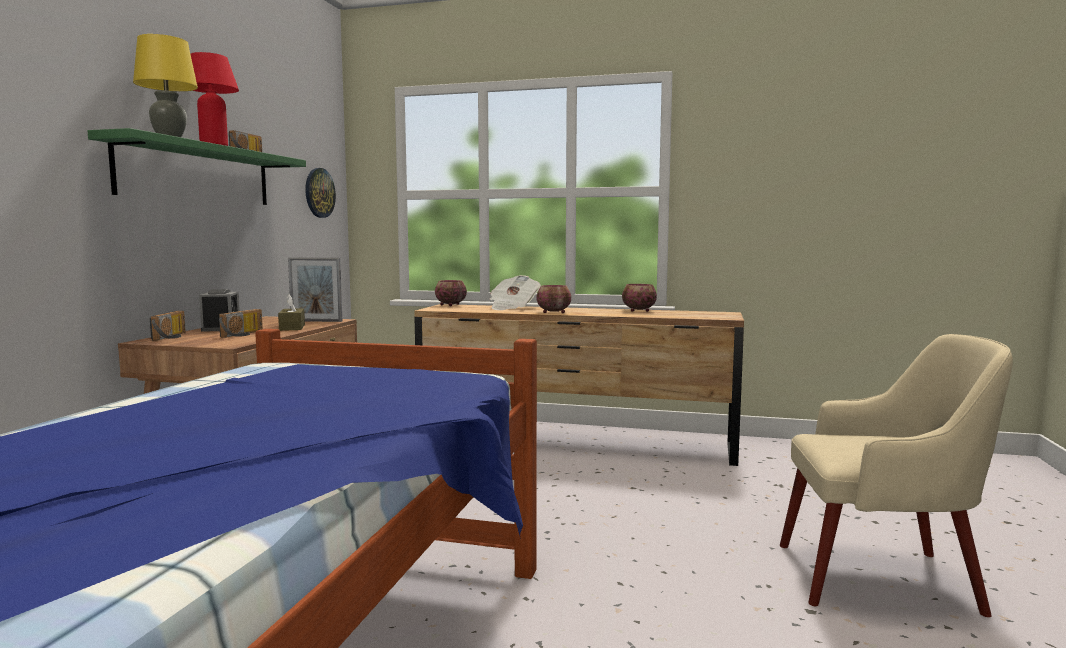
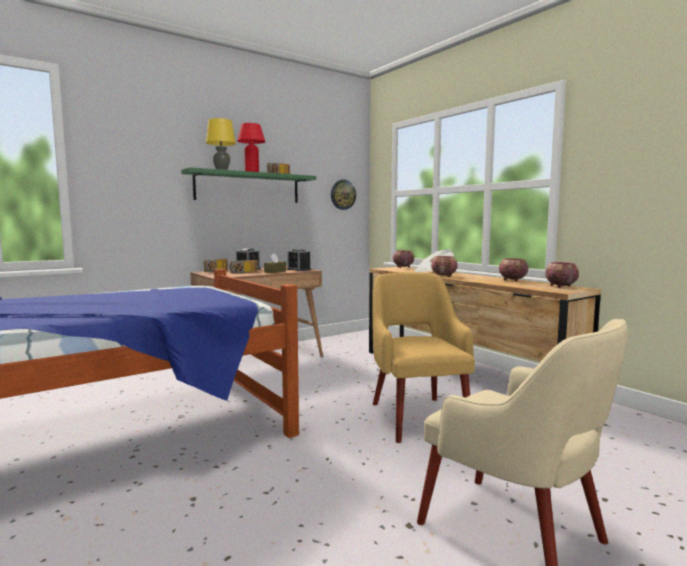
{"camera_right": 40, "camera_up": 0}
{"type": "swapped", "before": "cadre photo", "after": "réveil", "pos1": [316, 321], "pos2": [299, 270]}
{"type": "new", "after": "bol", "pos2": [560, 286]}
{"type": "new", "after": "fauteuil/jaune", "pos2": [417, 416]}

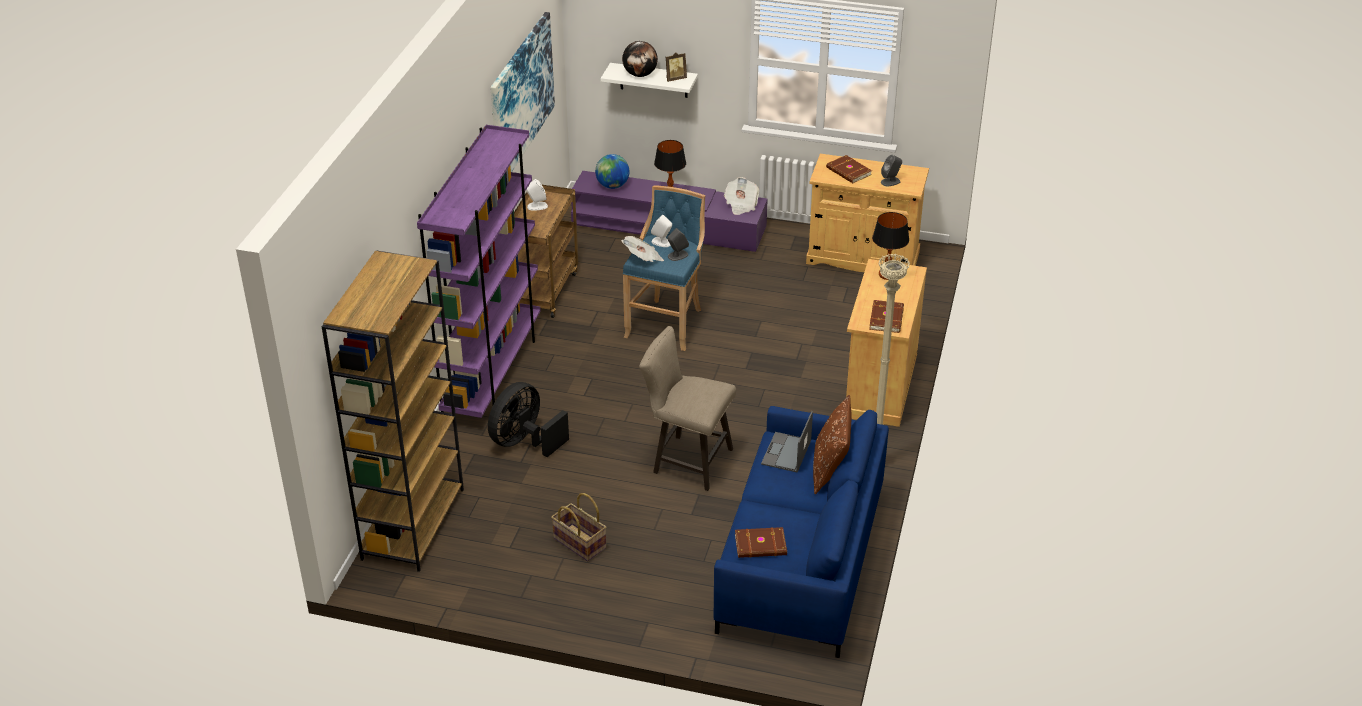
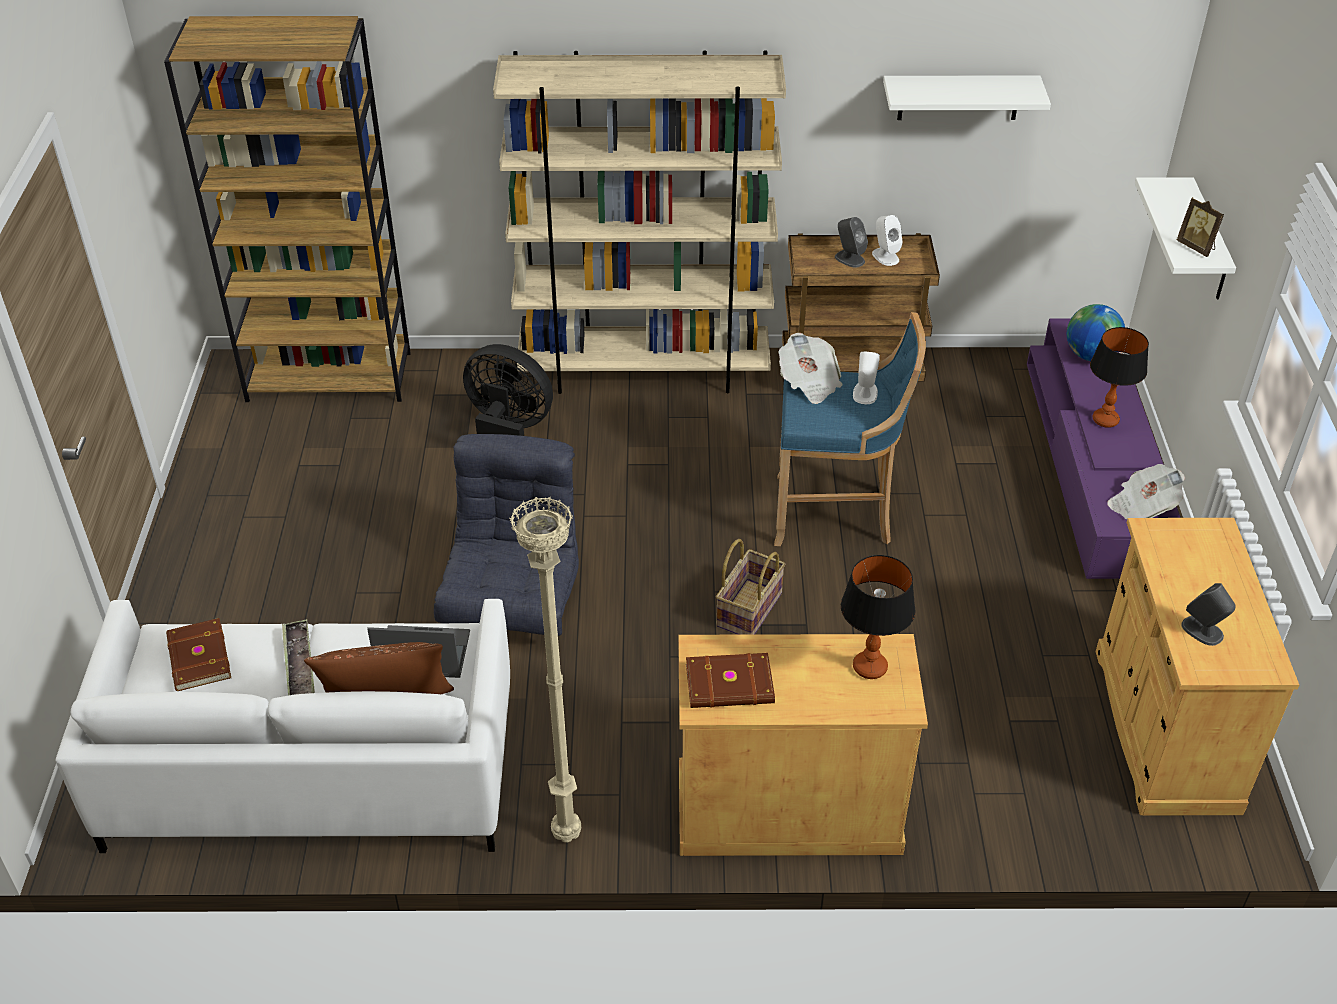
{"camera_right": 75, "camera_up": 5}
{"type": "swapped", "before": "tableau", "after": "étagère/blanc", "pos1": [521, 96], "pos2": [959, 97]}
{"type": "gone", "before": "globe", "pos1": [640, 75]}
{"type": "repainted", "before": "bibliothèque/violet", "after": "bibliothèque/beige", "pos1": [492, 372], "pos2": [644, 371]}
{"type": "gone", "before": "livre/marron", "pos1": [848, 171]}
{"type": "shifted", "before": "enceinte/gris", "pos1": [677, 255], "pos2": [849, 259]}
{"type": "swapped", "before": "tabouret/beige", "after": "fauteuil/gris", "pos1": [687, 460], "pos2": [514, 598]}
{"type": "repainted", "before": "canapé/bleu", "after": "canapé/blanc", "pos1": [800, 559], "pos2": [313, 769]}
{"type": "shifted", "before": "panier", "pos1": [579, 543], "pos2": [748, 609]}
{"type": "new", "after": "plateau", "pos2": [299, 667]}

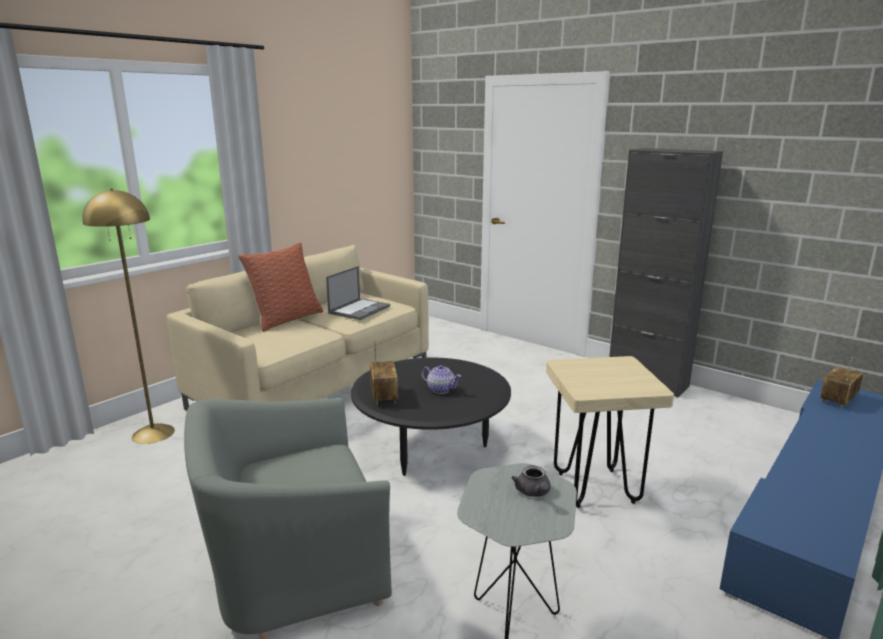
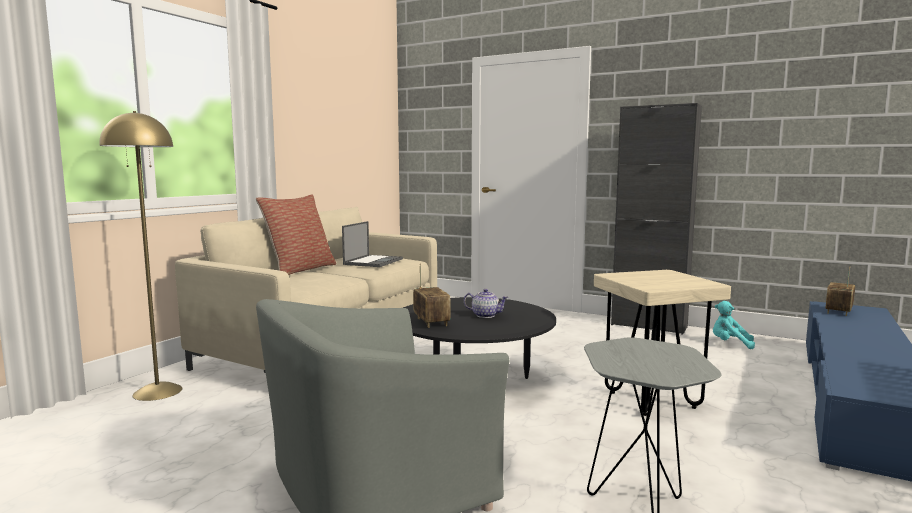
{"camera_right": -10, "camera_up": -10}
{"type": "gone", "before": "théière/gris", "pos1": [533, 493]}
{"type": "new", "after": "peluche/turquoise", "pos2": [730, 344]}

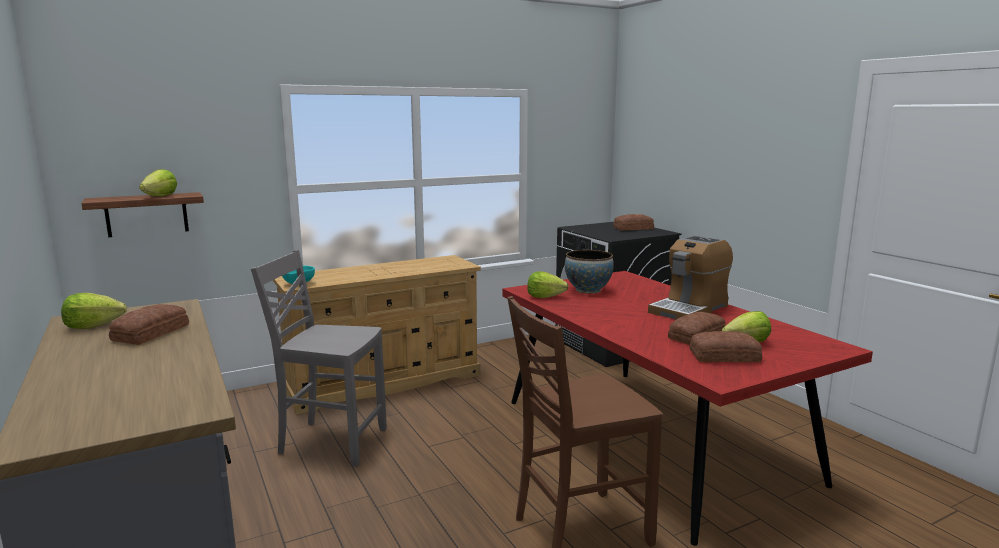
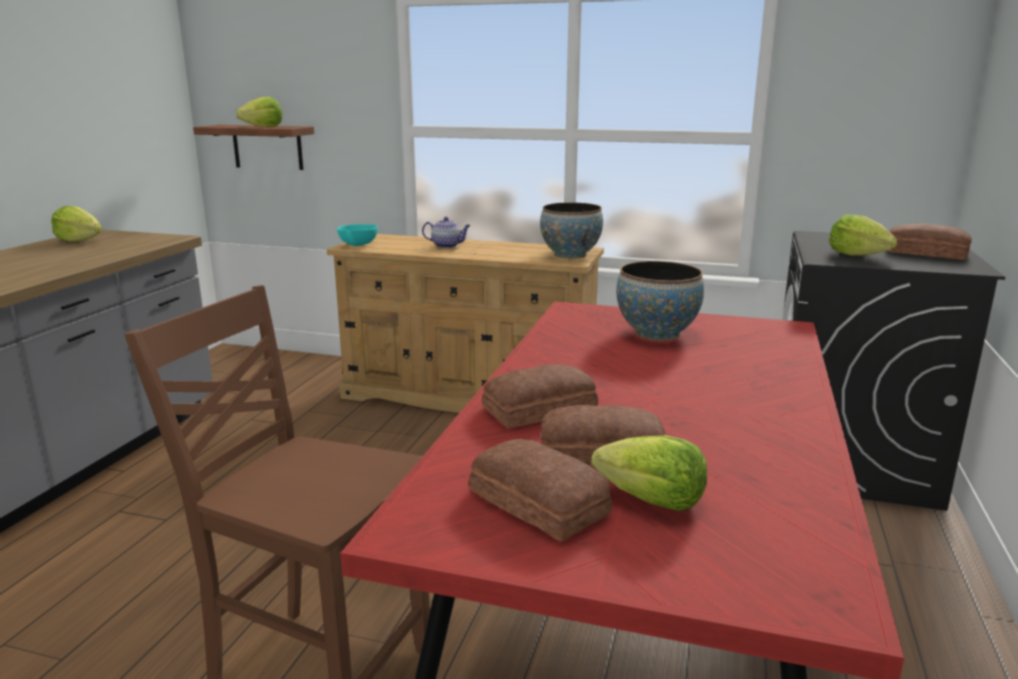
{"camera_right": 45, "camera_up": 5}
{"type": "gone", "before": "machine à café", "pos1": [689, 309]}
{"type": "gone", "before": "chaise/gris", "pos1": [331, 441]}
{"type": "shifted", "before": "laitue", "pos1": [544, 297], "pos2": [857, 255]}
{"type": "shifted", "before": "pain", "pos1": [153, 333], "pos2": [541, 409]}
{"type": "new", "after": "bol", "pos2": [570, 255]}
{"type": "new", "after": "théière", "pos2": [447, 246]}

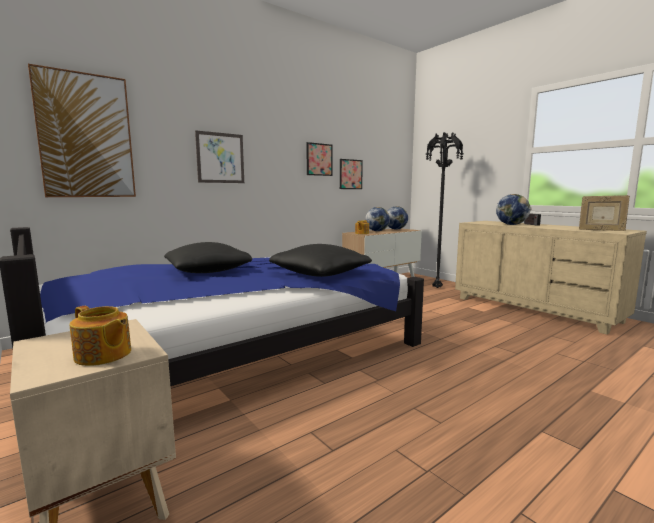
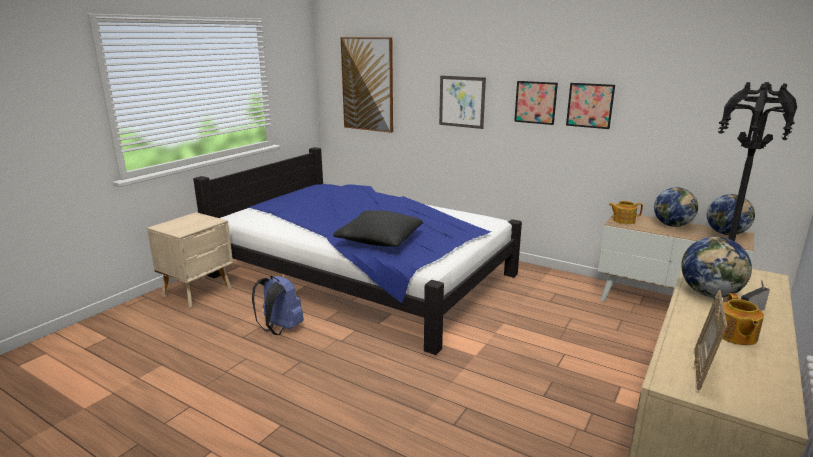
{"camera_right": 70, "camera_up": 10}
{"type": "shifted", "before": "tableau", "pos1": [350, 174], "pos2": [535, 102]}
{"type": "gone", "before": "coussin/noir", "pos1": [208, 271]}
{"type": "shifted", "before": "théière", "pos1": [103, 355], "pos2": [735, 335]}
{"type": "new", "after": "sac à dos/bleu", "pos2": [280, 329]}

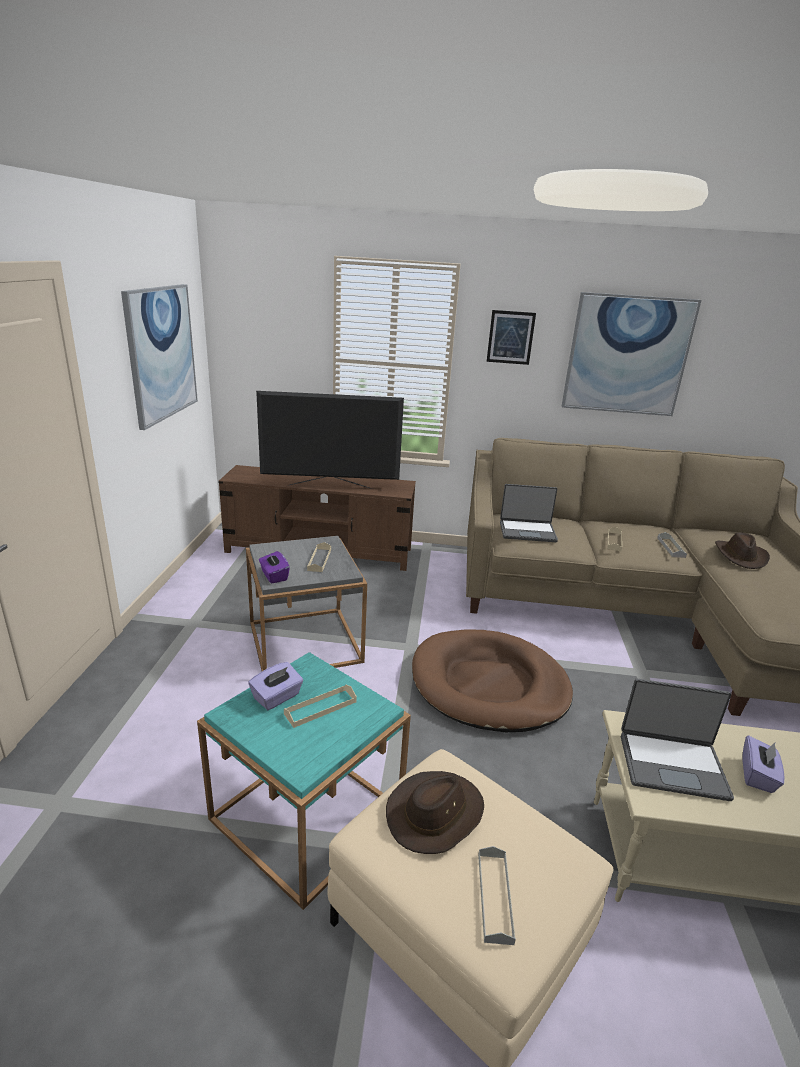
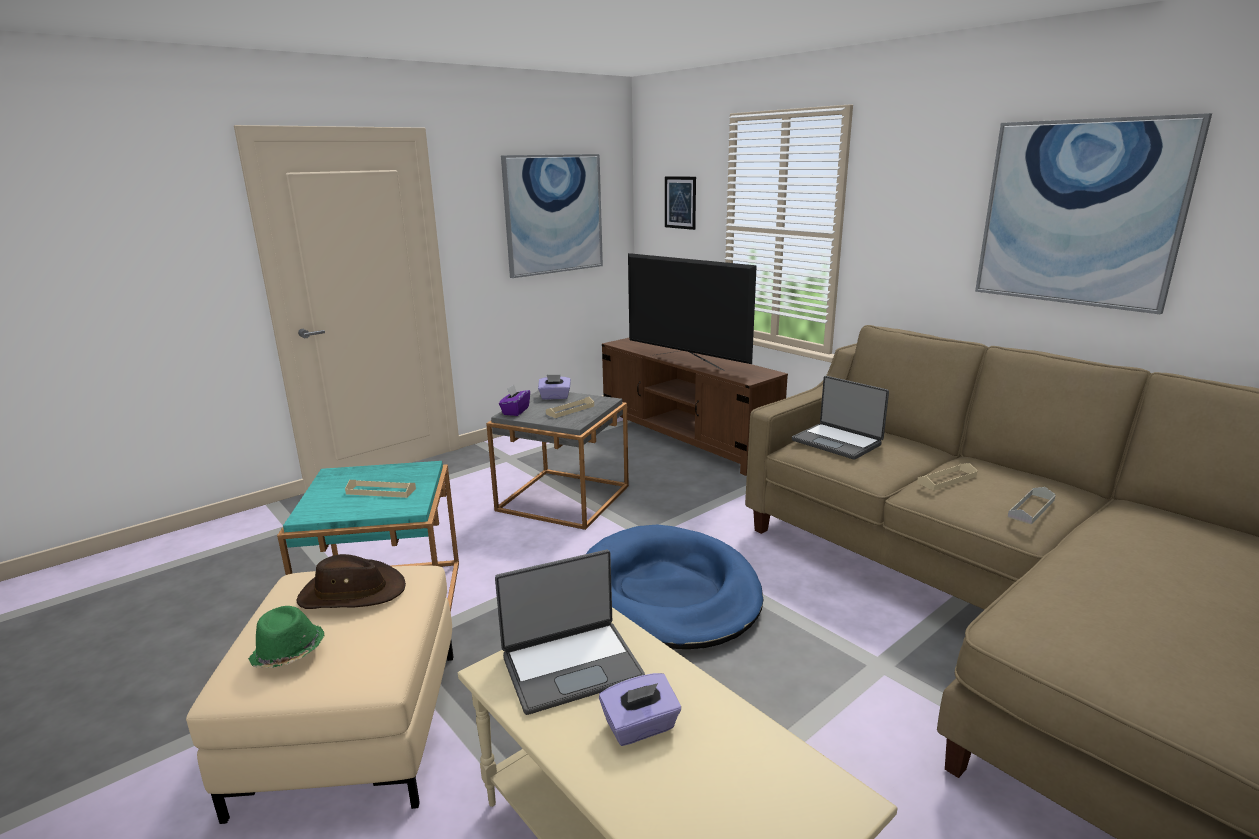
{"camera_right": 45, "camera_up": -5}
{"type": "shifted", "before": "tableau", "pos1": [510, 337], "pos2": [680, 202]}
{"type": "gone", "before": "chapeau/marron", "pos1": [741, 556]}
{"type": "repainted", "before": "panier pour chien/marron", "after": "panier pour chien/bleu", "pos1": [489, 685], "pos2": [669, 592]}
{"type": "shifted", "before": "boîte à mouchoirs/violet", "pos1": [277, 697], "pos2": [555, 397]}
{"type": "rotated", "before": "ordinateur portable", "pos1": [672, 764], "pos2": [571, 666], "turn": -75}
{"type": "swapped", "before": "plateau/gris", "after": "chapeau/vert", "pos1": [495, 897], "pos2": [288, 653]}

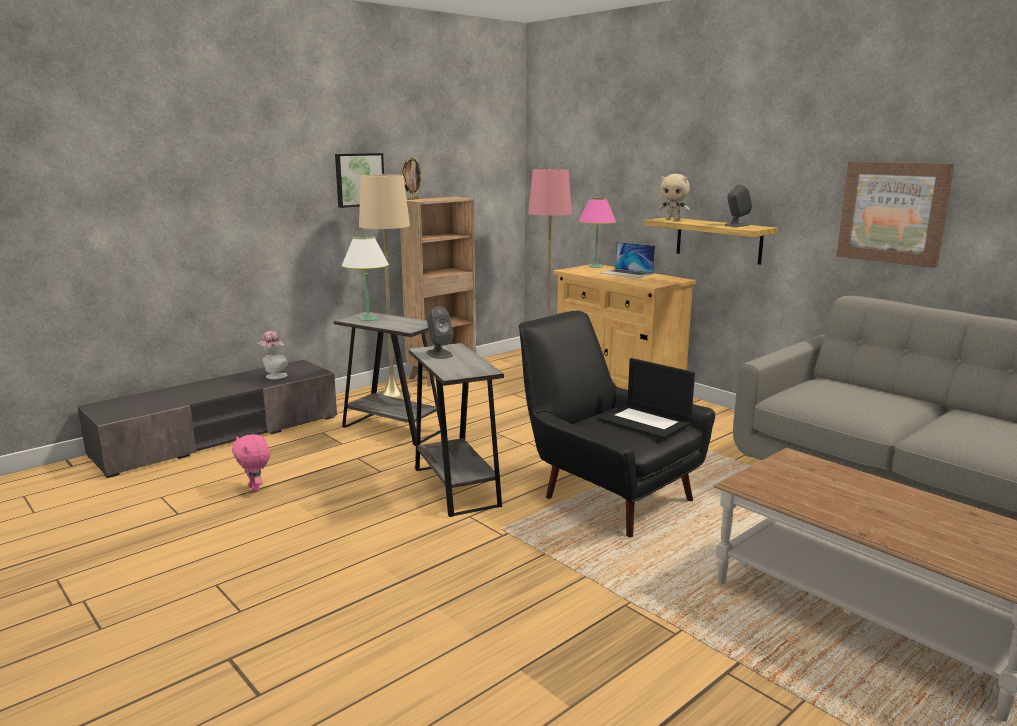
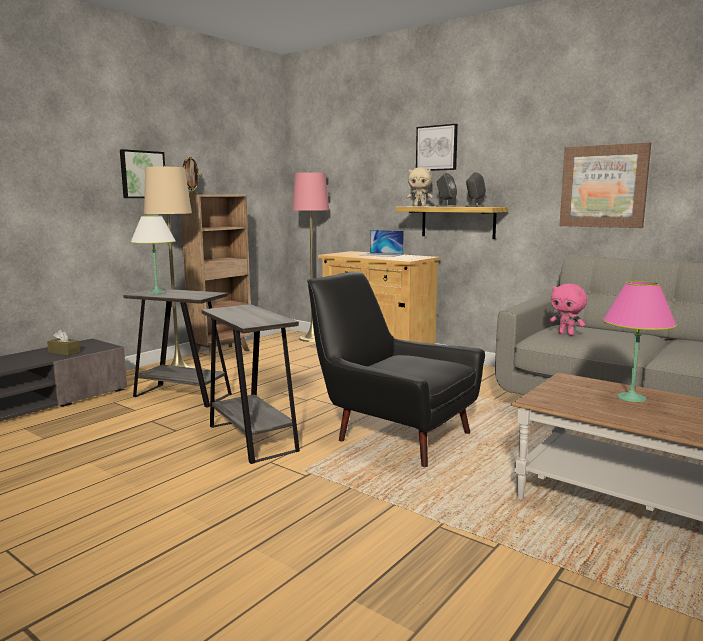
{"camera_right": -10, "camera_up": -5}
{"type": "shifted", "before": "lampe de table/rose", "pos1": [595, 266], "pos2": [631, 398]}
{"type": "shifted", "before": "enceinte/gris", "pos1": [439, 354], "pos2": [445, 206]}
{"type": "swapped", "before": "chapeau", "after": "boîte à mouchoirs/marron", "pos1": [274, 377], "pos2": [64, 352]}
{"type": "gone", "before": "ordinateur portable", "pos1": [646, 422]}
{"type": "shifted", "before": "peluche/rose", "pos1": [255, 489], "pos2": [566, 334]}
{"type": "new", "after": "tableau", "pos2": [437, 148]}

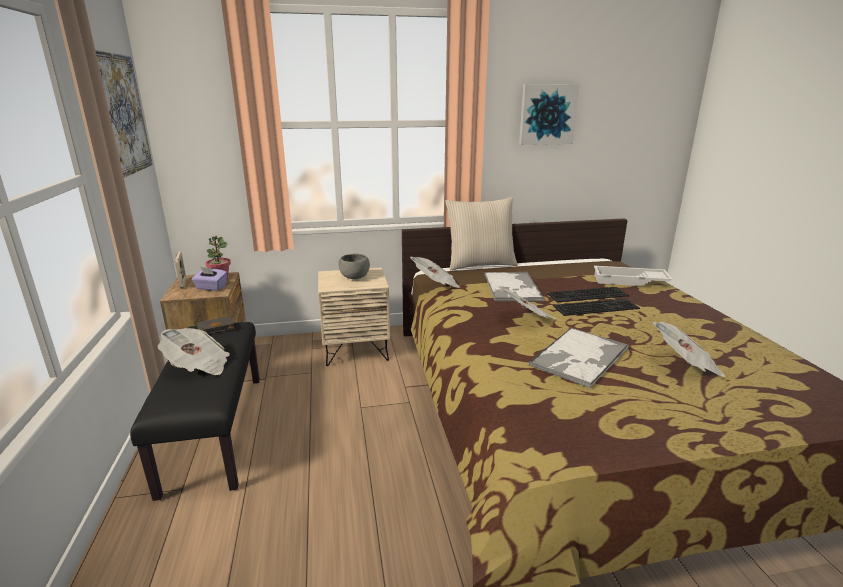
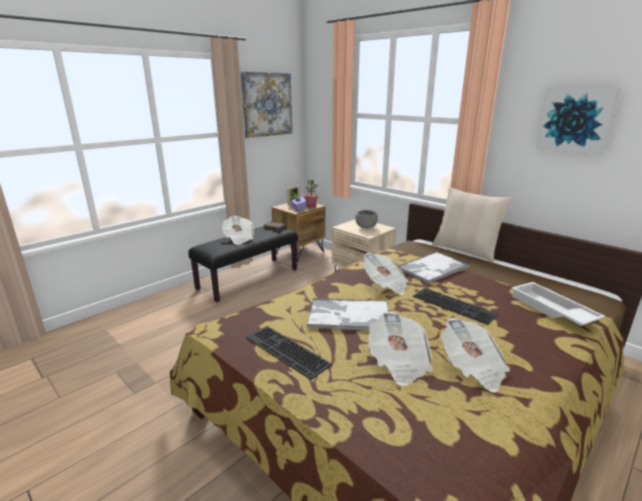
{"camera_right": 55, "camera_up": 0}
{"type": "shifted", "before": "journal", "pos1": [435, 284], "pos2": [472, 368]}
{"type": "shifted", "before": "clavier", "pos1": [587, 295], "pos2": [284, 351]}

